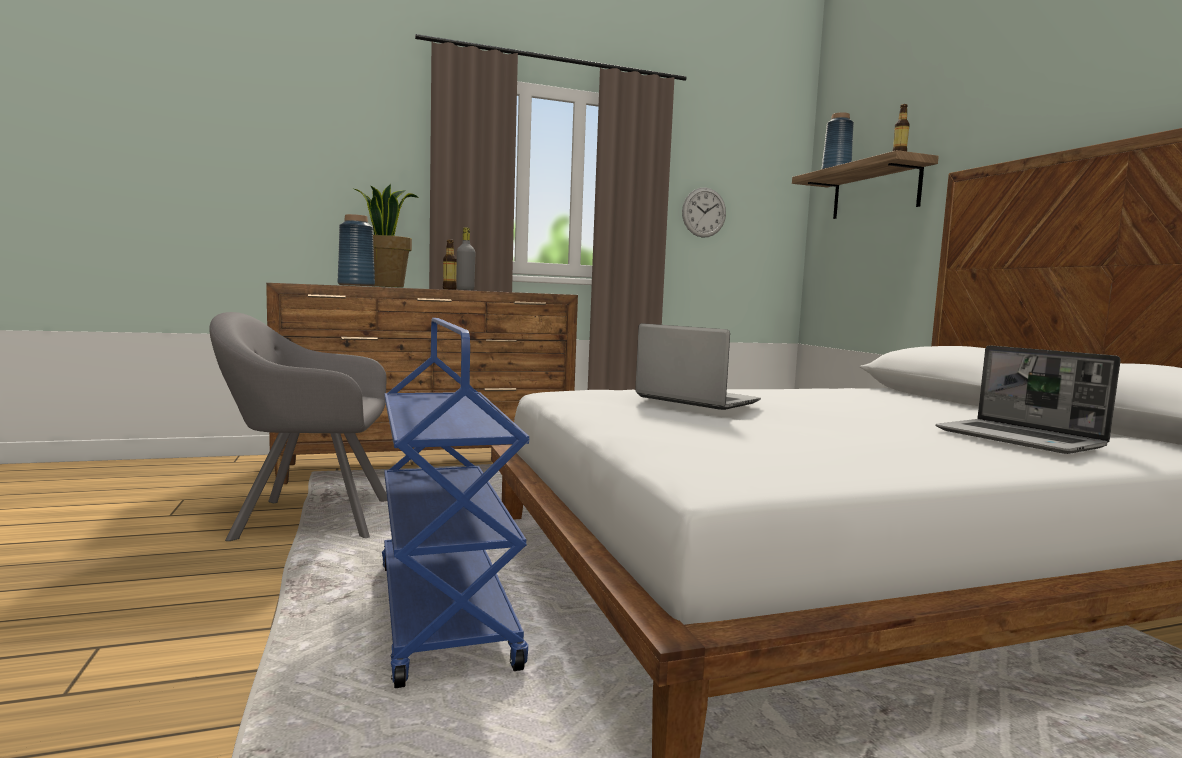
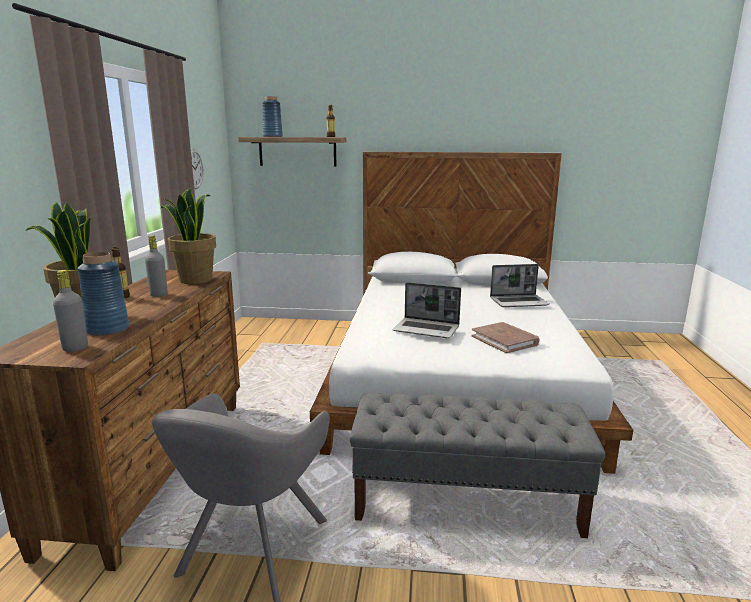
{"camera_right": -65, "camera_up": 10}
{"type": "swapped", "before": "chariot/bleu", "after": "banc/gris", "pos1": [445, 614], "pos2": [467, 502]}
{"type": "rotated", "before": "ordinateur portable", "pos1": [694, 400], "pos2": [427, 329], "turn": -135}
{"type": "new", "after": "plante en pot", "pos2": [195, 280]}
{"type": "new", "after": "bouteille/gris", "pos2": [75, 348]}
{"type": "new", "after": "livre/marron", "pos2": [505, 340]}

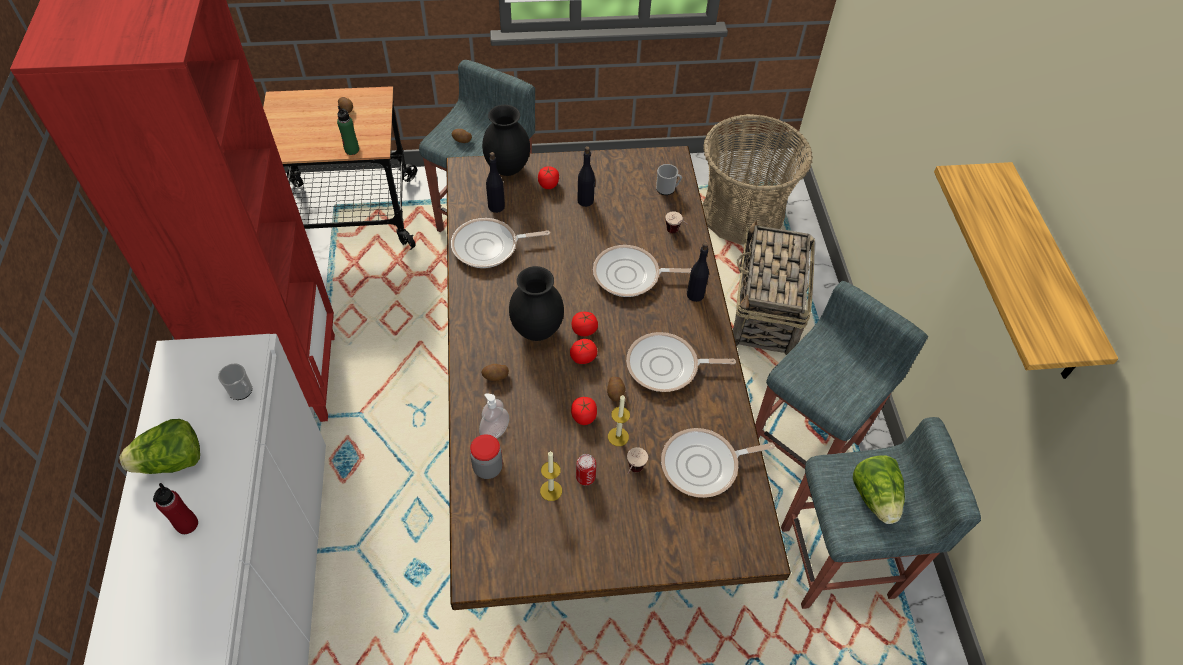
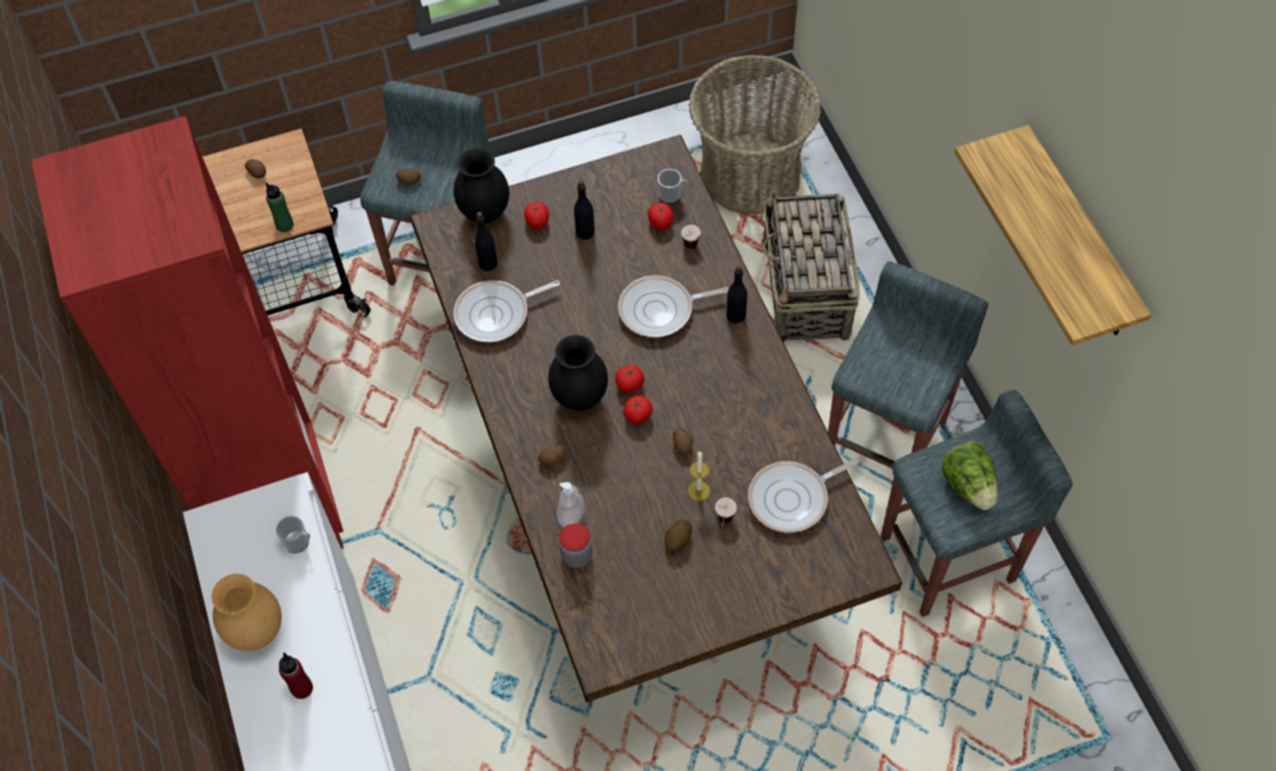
{"camera_right": -10, "camera_up": 5}
{"type": "gone", "before": "poêle", "pos1": [666, 367]}
{"type": "shifted", "before": "tomate", "pos1": [584, 416], "pos2": [661, 222]}
{"type": "swapped", "before": "laitue", "after": "vase/marron", "pos1": [172, 461], "pos2": [258, 632]}
{"type": "gone", "before": "bougie", "pos1": [551, 490]}
{"type": "swapped", "before": "boîte métallique", "after": "pomme de terre", "pos1": [585, 477], "pos2": [678, 540]}

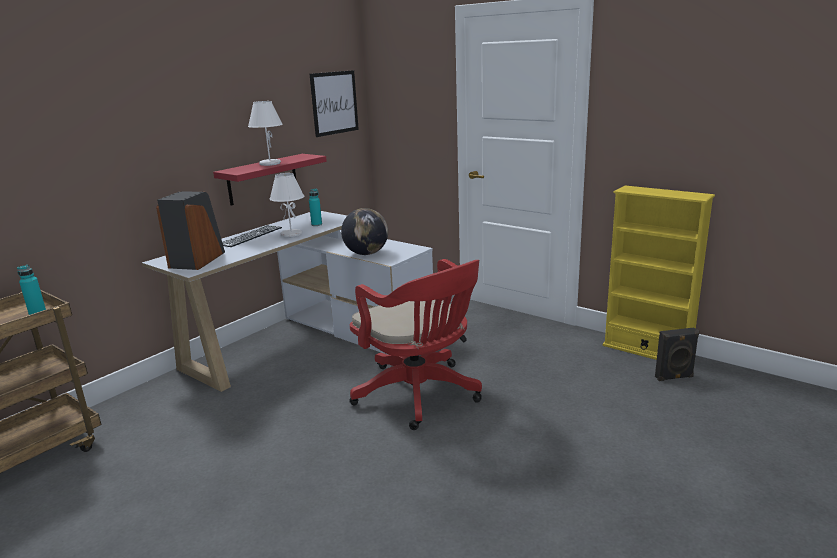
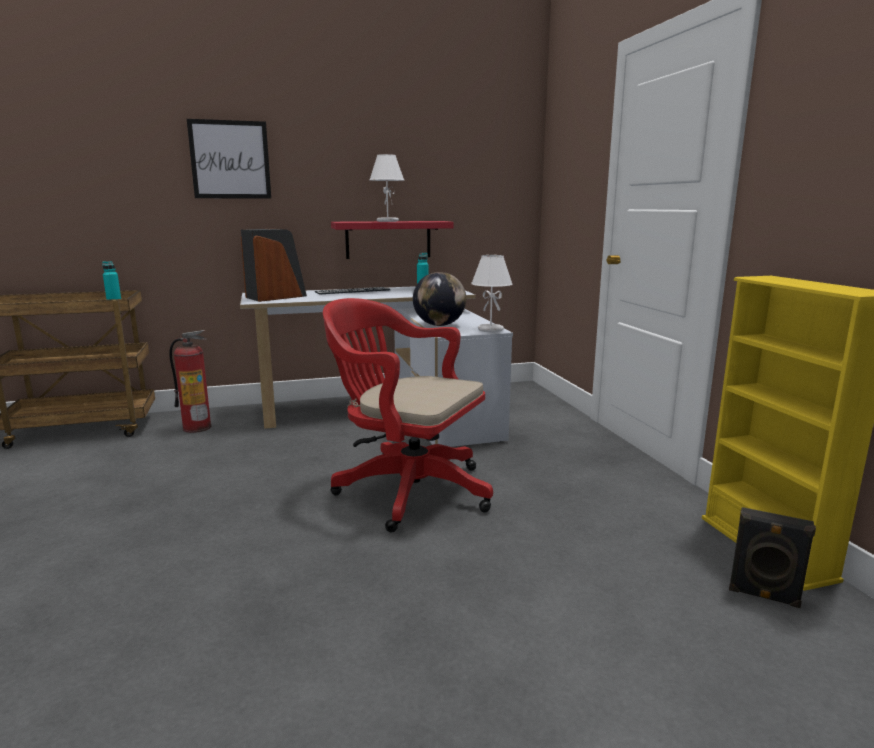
{"camera_right": 35, "camera_up": -5}
{"type": "shifted", "before": "tableau", "pos1": [334, 103], "pos2": [230, 160]}
{"type": "shifted", "before": "lampe de table/blanc", "pos1": [291, 235], "pos2": [490, 330]}
{"type": "rotated", "before": "chaise de bureau/rouge", "pos1": [420, 395], "pos2": [406, 490], "turn": 120}
{"type": "new", "after": "extincteur", "pos2": [197, 427]}

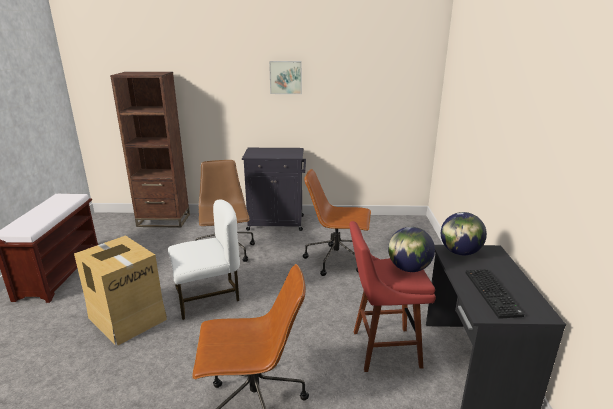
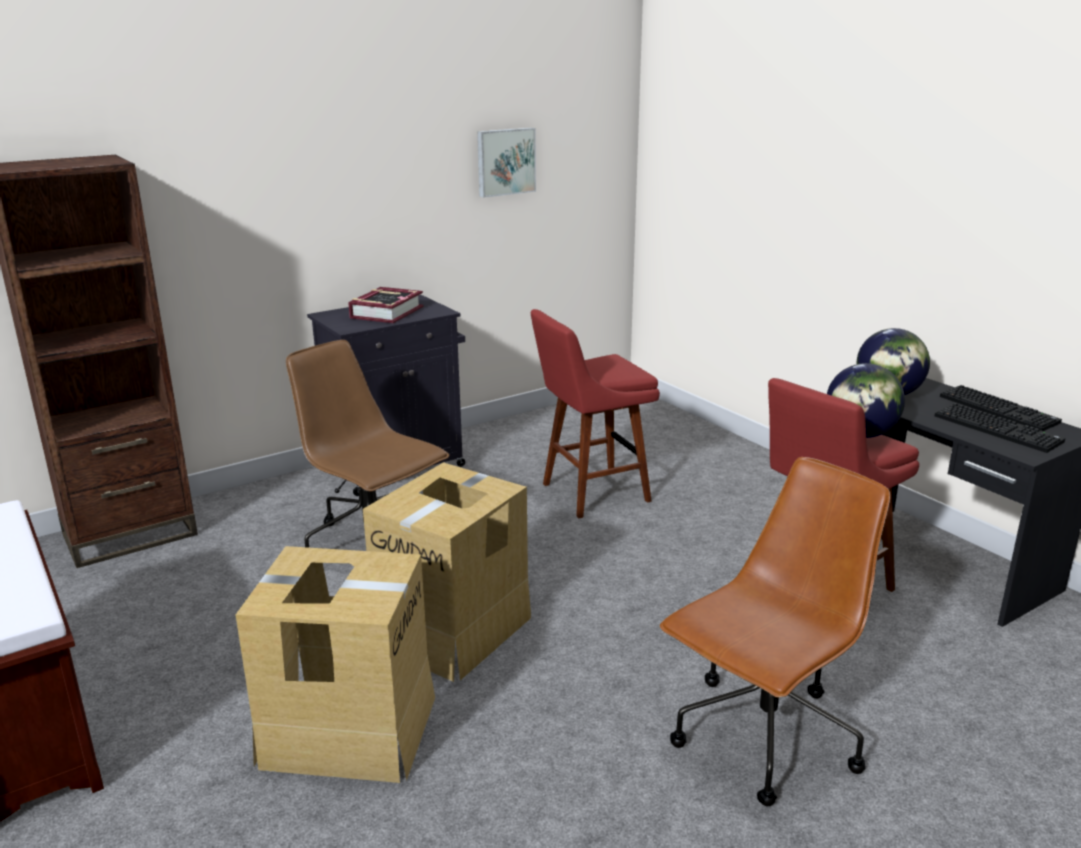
{"camera_right": -35, "camera_up": 0}
{"type": "shifted", "before": "tableau", "pos1": [285, 77], "pos2": [505, 161]}
{"type": "swapped", "before": "chaise de bureau/marron", "after": "tabouret/rouge", "pos1": [336, 260], "pos2": [590, 493]}
{"type": "swapped", "before": "chaise/blanc", "after": "carton", "pos1": [208, 296], "pos2": [454, 630]}
{"type": "new", "after": "livre", "pos2": [386, 312]}
{"type": "new", "after": "clavier", "pos2": [1000, 410]}

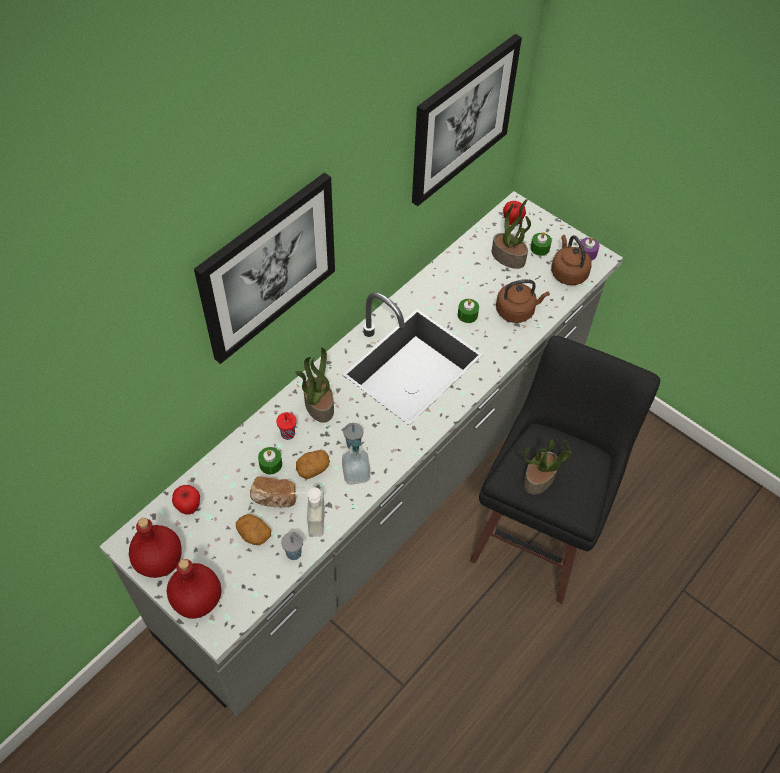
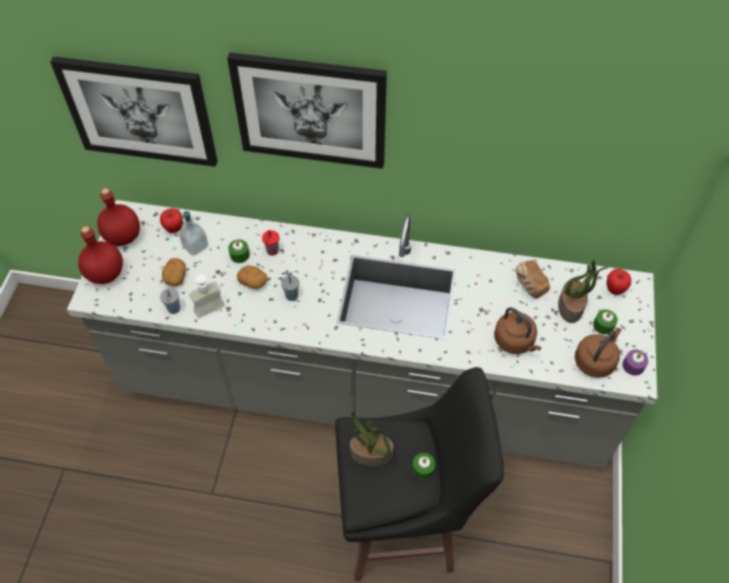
{"camera_right": 60, "camera_up": 0}
{"type": "shifted", "before": "tableau", "pos1": [462, 119], "pos2": [139, 111]}
{"type": "shifted", "before": "bougie/vert", "pos1": [467, 315], "pos2": [423, 469]}
{"type": "gone", "before": "plante en pot", "pos1": [318, 405]}
{"type": "shifted", "before": "distributeur de savon", "pos1": [356, 474], "pos2": [195, 246]}
{"type": "shifted", "before": "pain", "pos1": [274, 499], "pos2": [529, 285]}

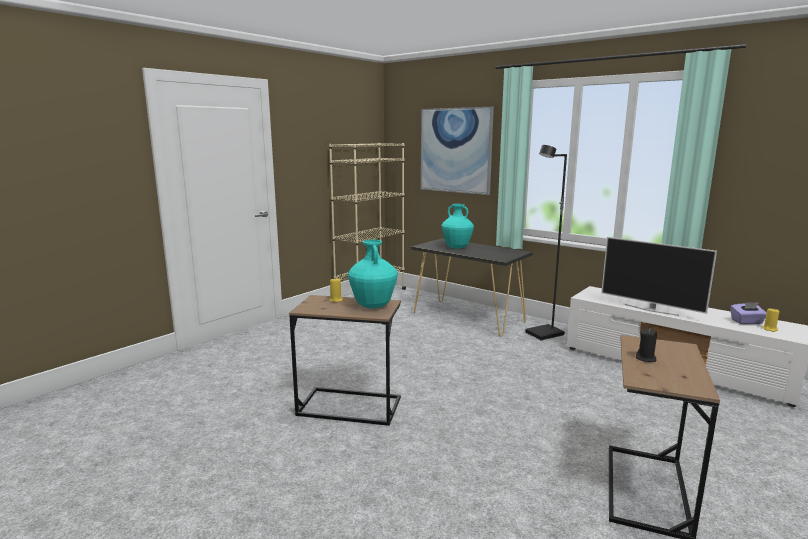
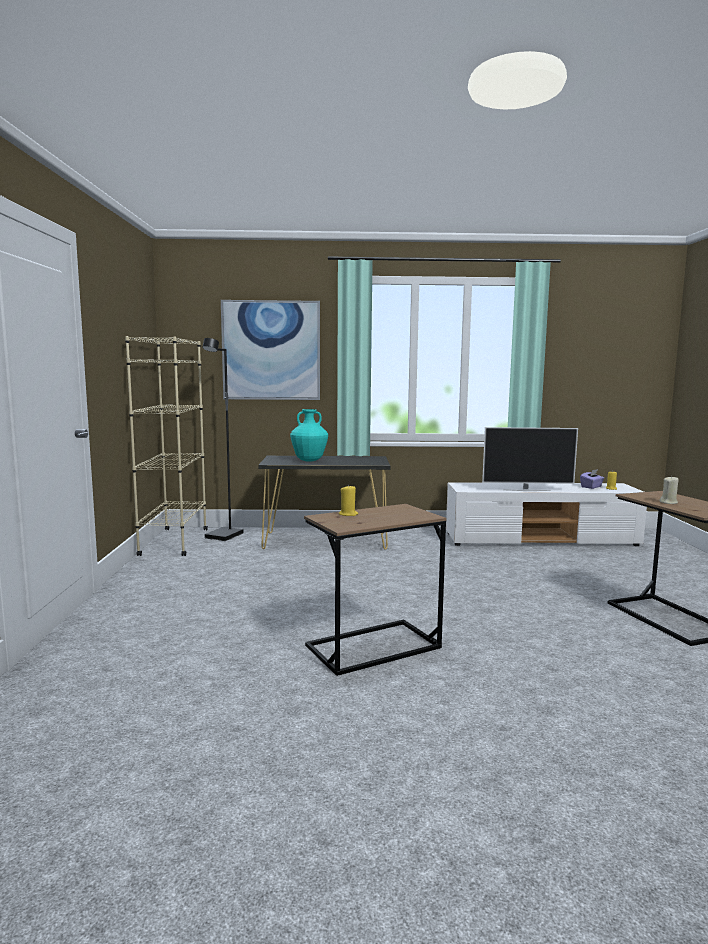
{"camera_right": -40, "camera_up": -5}
{"type": "shifted", "before": "lampadaire/noir", "pos1": [544, 334], "pos2": [224, 536]}
{"type": "gone", "before": "vase/turquoise", "pos1": [373, 306]}
{"type": "repainted", "before": "bougie/noir", "after": "bougie/beige", "pos1": [646, 358], "pos2": [668, 502]}

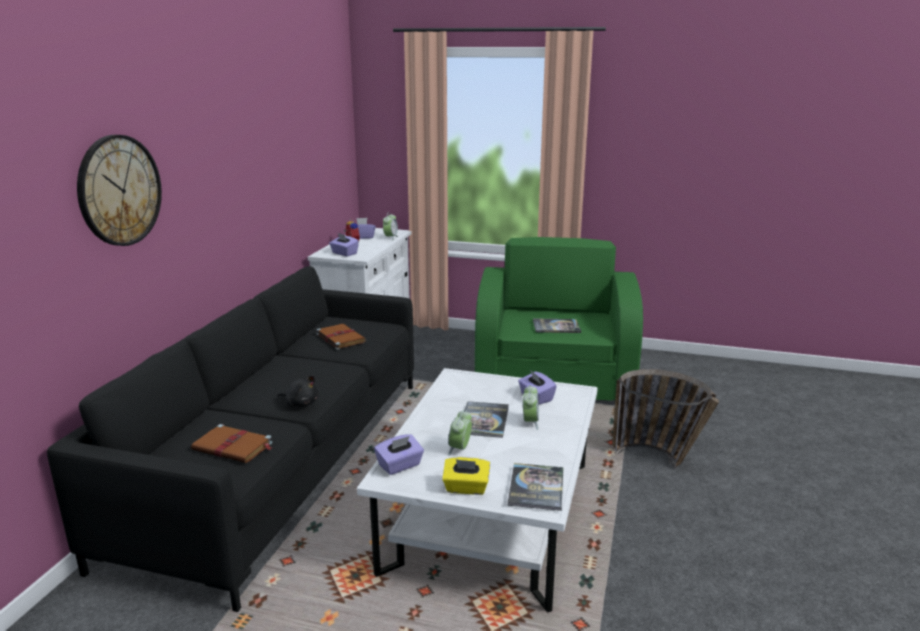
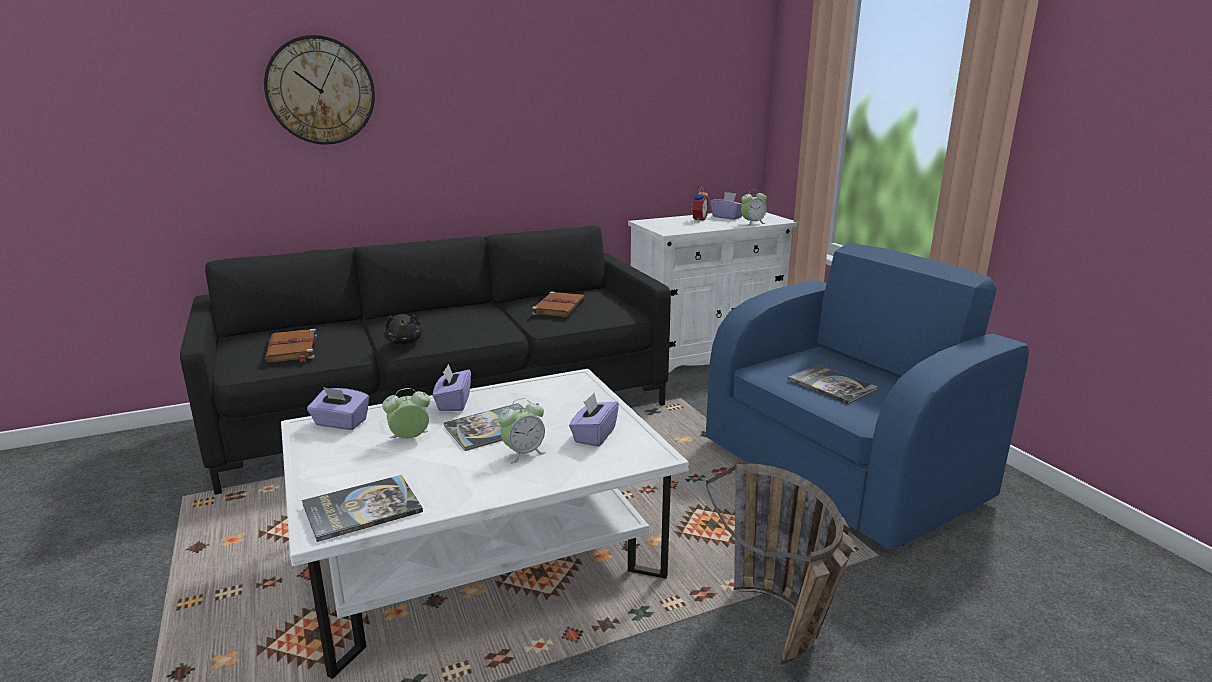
{"camera_right": 50, "camera_up": 0}
{"type": "shifted", "before": "boîte à mouchoirs/violet", "pos1": [344, 253], "pos2": [453, 403]}
{"type": "repainted", "before": "fauteuil/vert", "after": "fauteuil/bleu", "pos1": [555, 379], "pos2": [842, 471]}
{"type": "gone", "before": "boîte à mouchoirs/jaune", "pos1": [466, 488]}

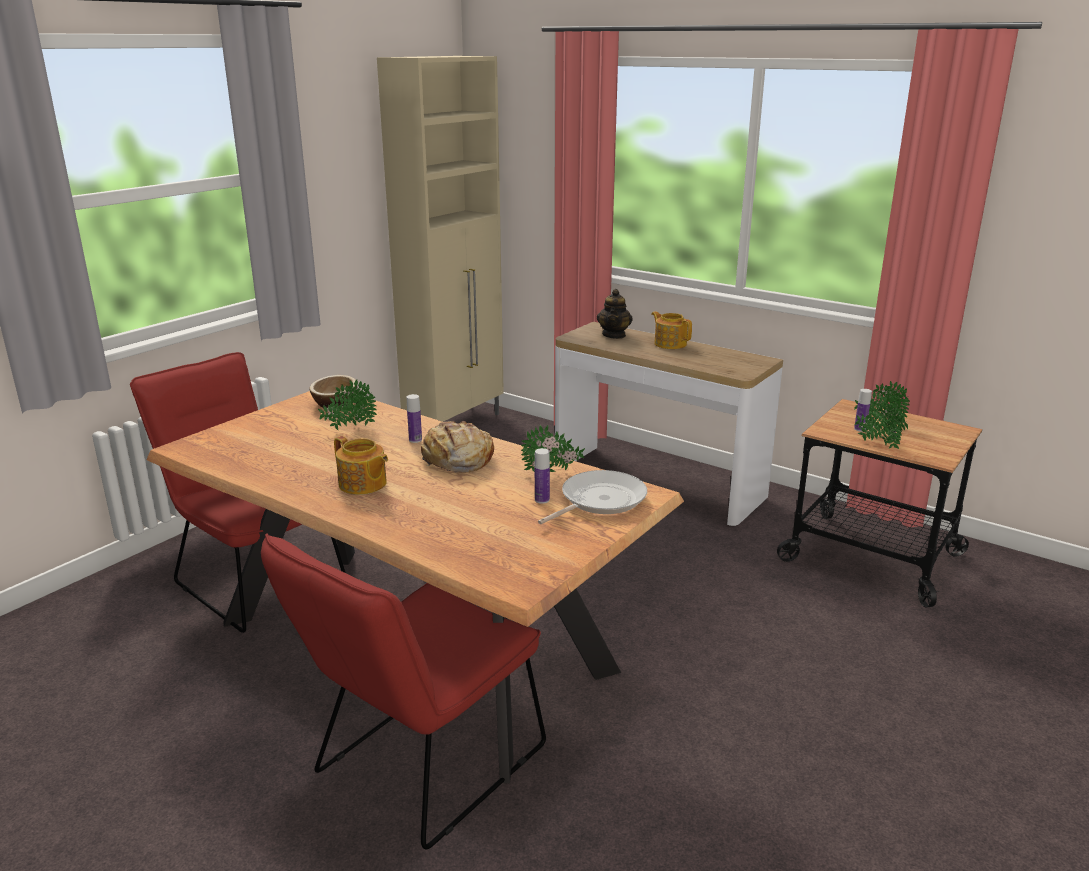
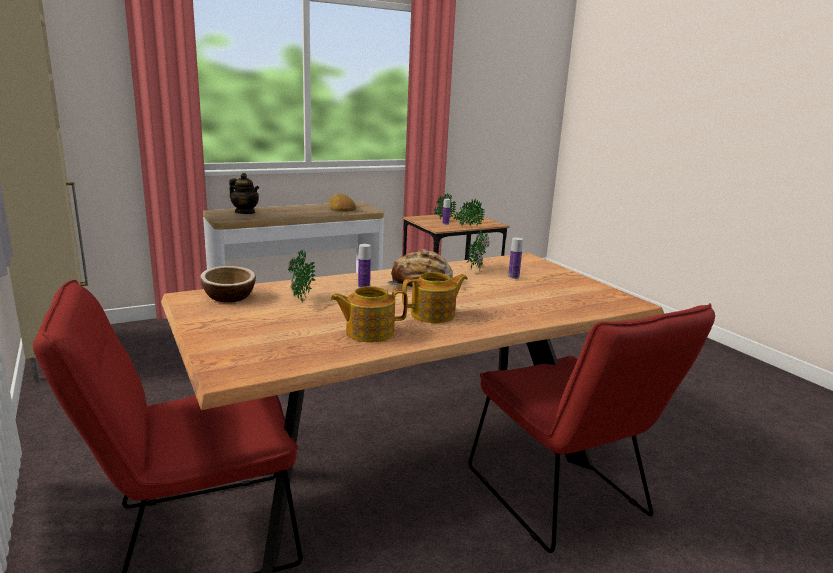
{"camera_right": -65, "camera_up": -5}
{"type": "shifted", "before": "théière", "pos1": [670, 344], "pos2": [368, 332]}
{"type": "gone", "before": "poêle", "pos1": [599, 501]}
{"type": "new", "after": "pain", "pos2": [341, 208]}

